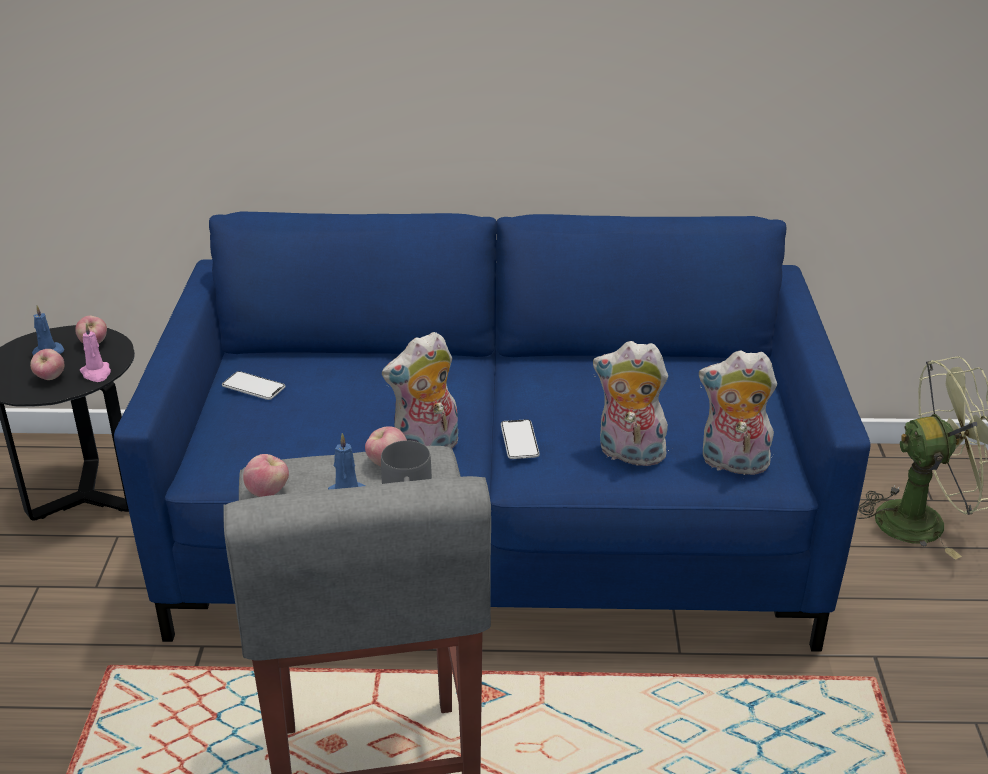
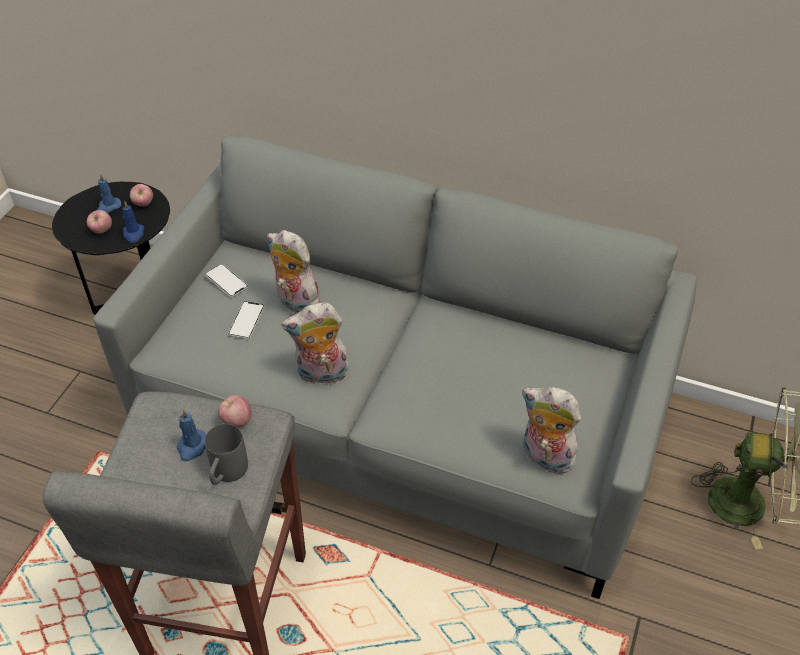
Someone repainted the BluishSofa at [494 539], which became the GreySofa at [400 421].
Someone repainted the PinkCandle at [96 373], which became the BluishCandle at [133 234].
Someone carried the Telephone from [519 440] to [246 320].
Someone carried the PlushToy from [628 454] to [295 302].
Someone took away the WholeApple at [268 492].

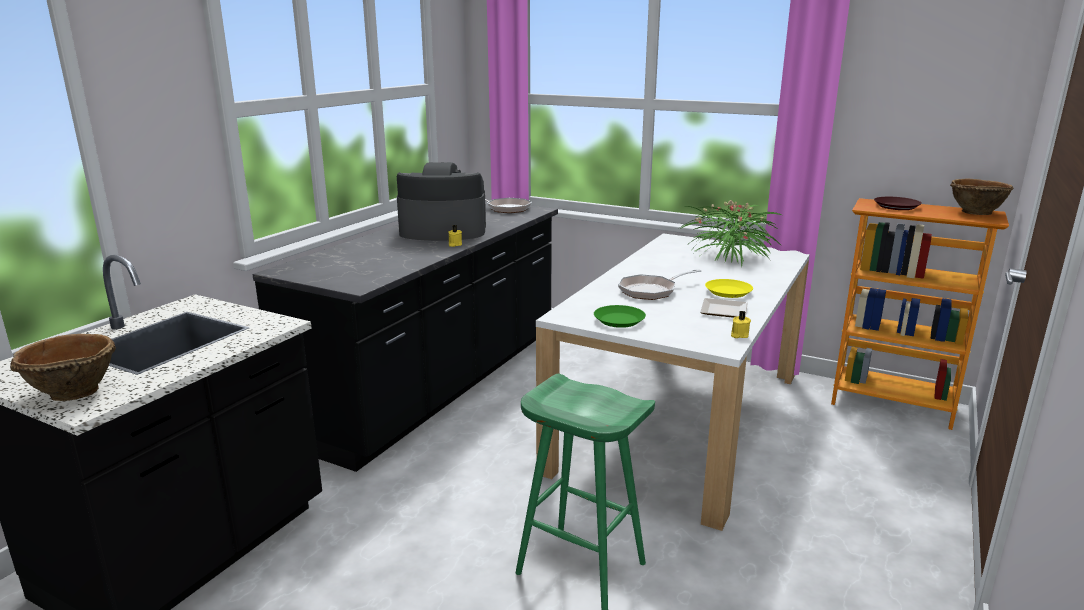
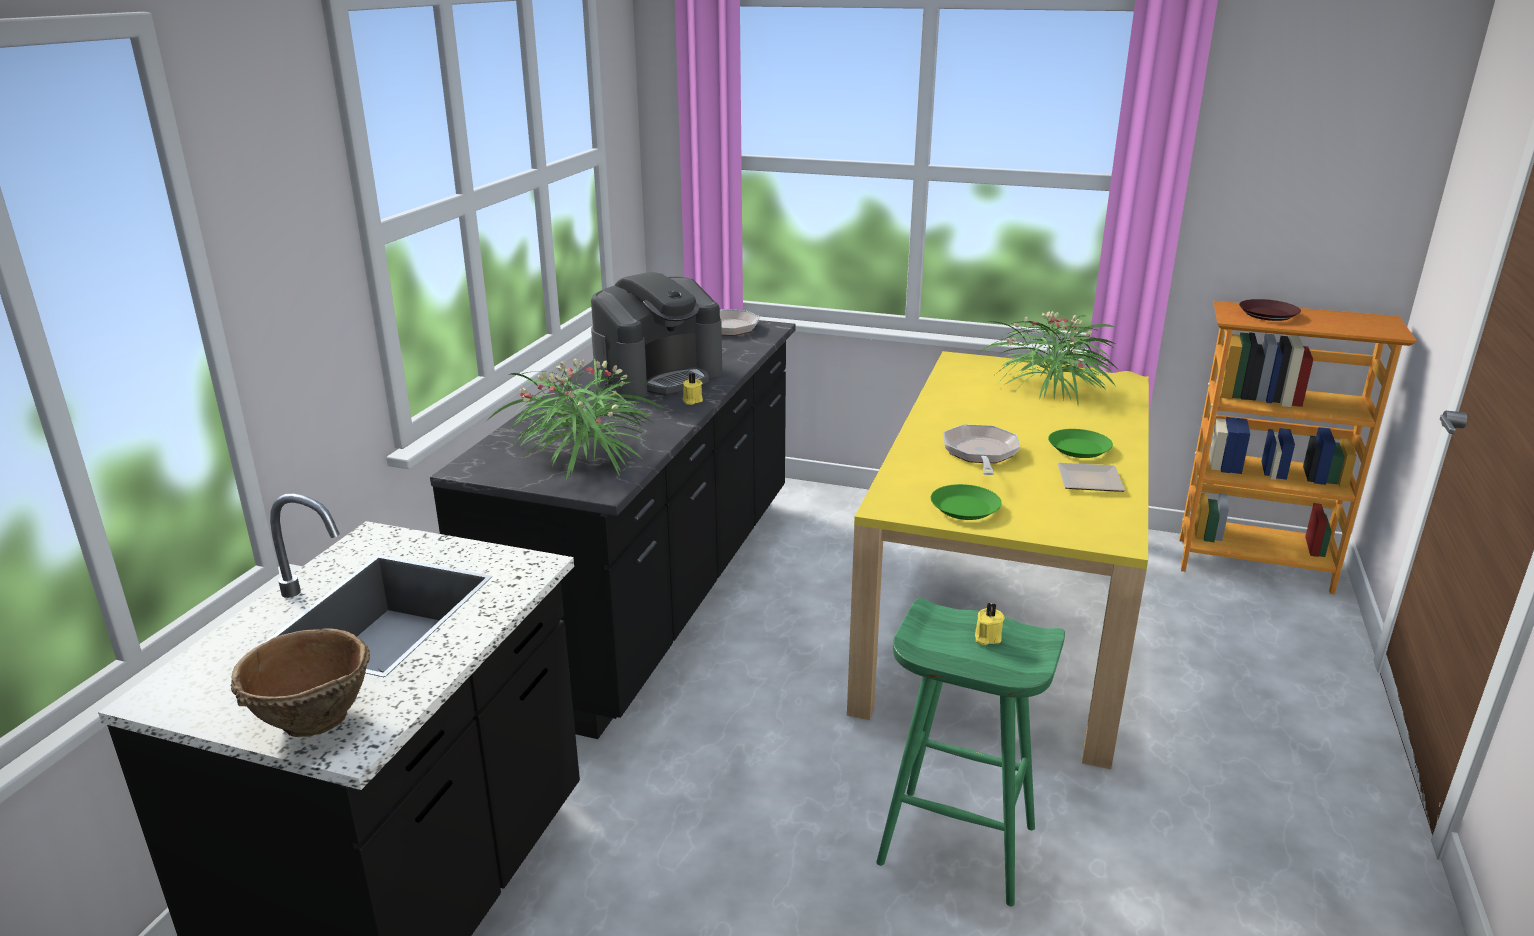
Someone put down the Houseplant at [584 453].
Someone rotated the CoffeeMaker at [442 231] by 150 degrees clockwise.
Someone repainted the WhiteColouredDinnerTable at [682 419], which became the YellowColouredDinnerTable at [1004 612].
Someone rotated the Pan at [651 291] by 135 degrees clockwise.
Someone carried the YellowColouredCandle from [739 335] to [986 637].
Someone repainted the YellowColouredDinnerPlate at [727 292], which became the GreenDinnerPlate at [1078 449].
Someone took away the BrownishDeepDish at [975 212].

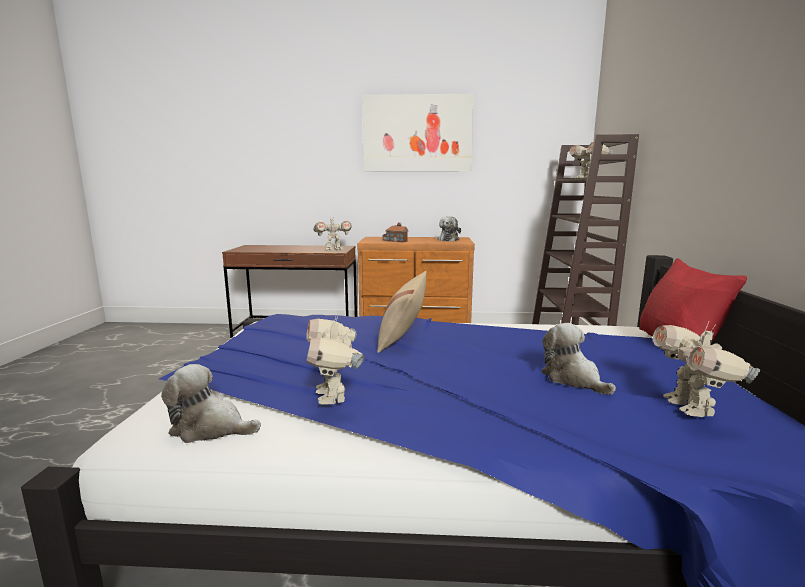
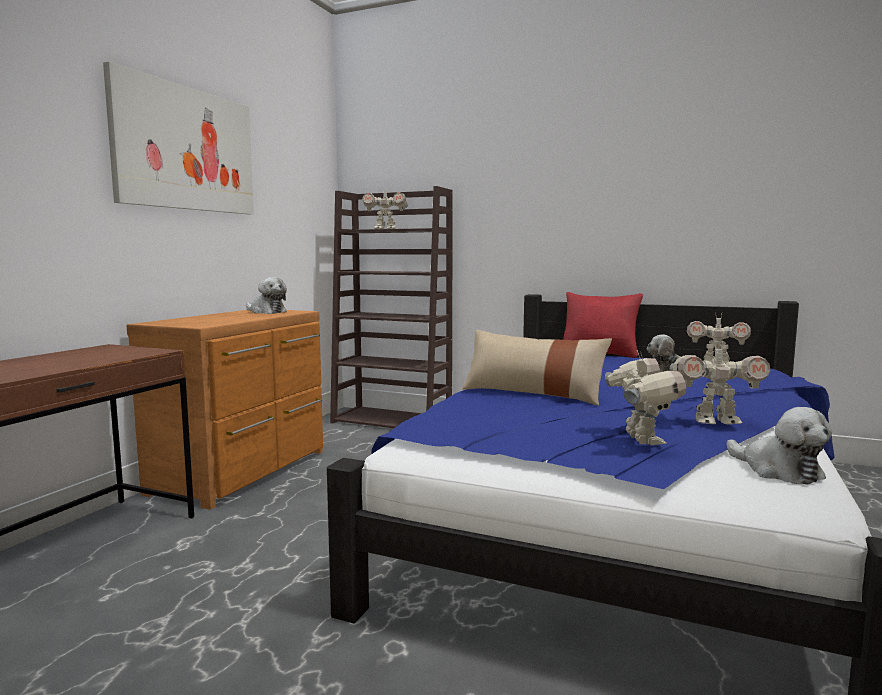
Someone carried the ToyRobot from [333 250] to [641 440].
Someone rotated the PlushToy at [210 428] by 60 degrees counterclockwise.
Someone took away the ModelHouse at [396 240].

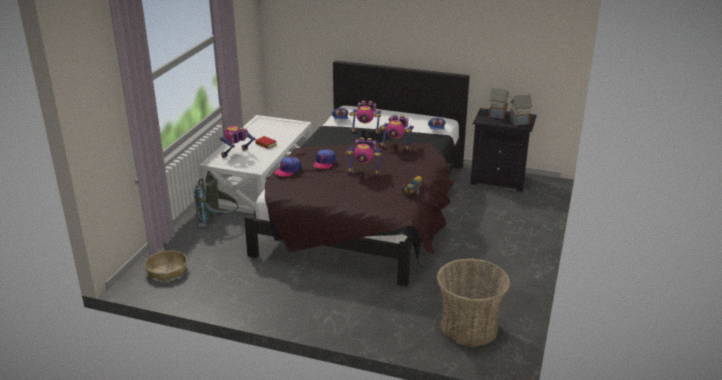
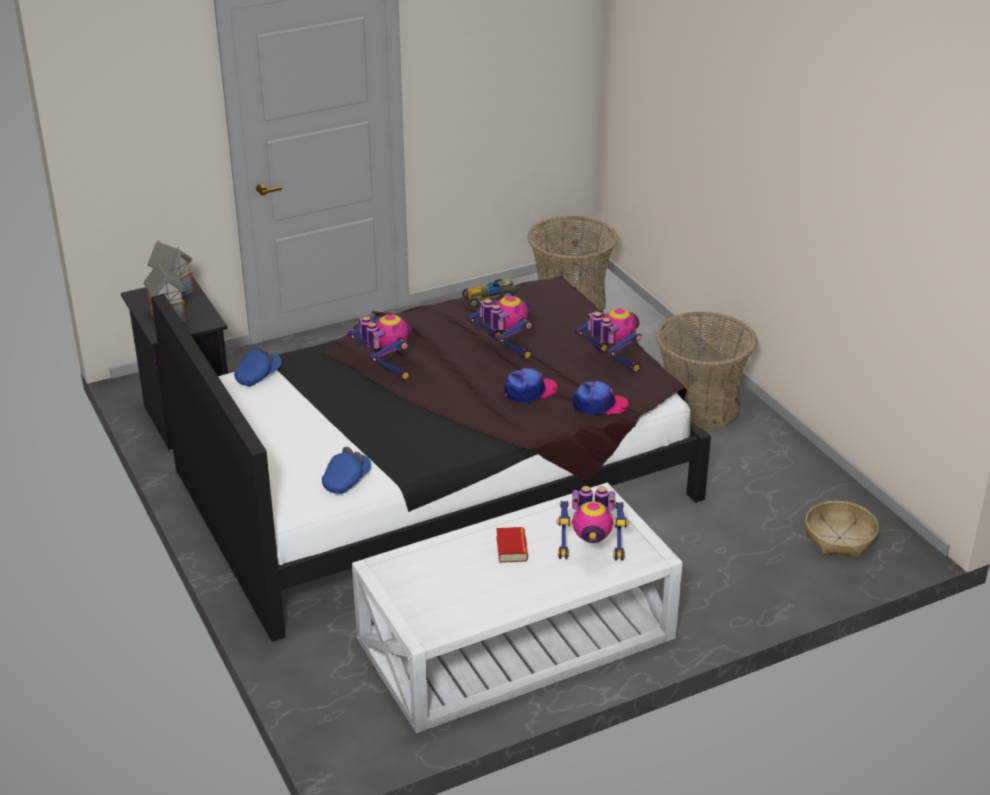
Someone carried the ToyRobot from [365 131] to [610 362].
Someone put down the Basket at [699 407].
Someone took away the GreyKnapsack at [220 222].

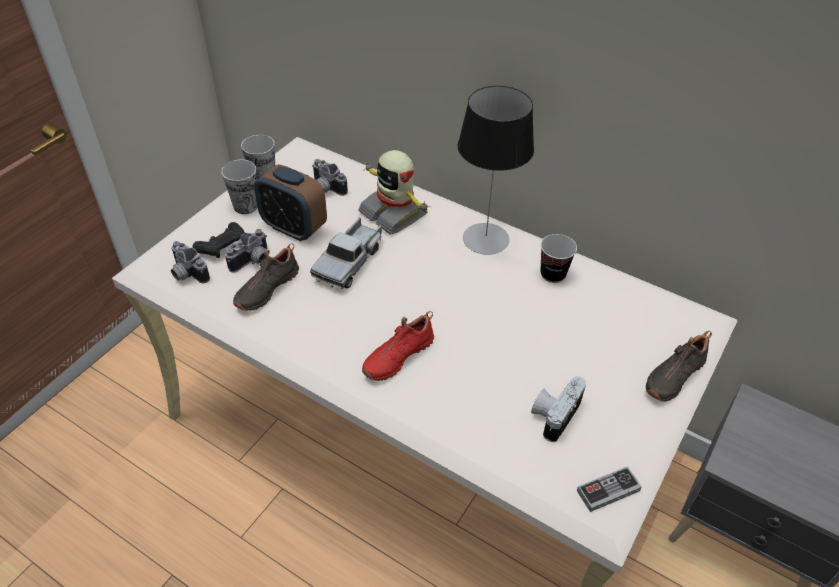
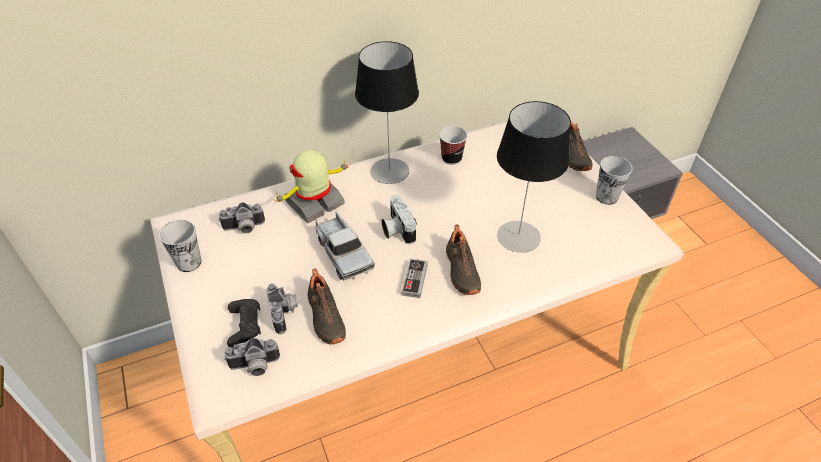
Someone rotated the ToyRobot at [394 213] by 150 degrees clockwise.
Someone carried the PhotoCamera from [554 414] to [396 229].
Someone carried the Joypad from [608 490] to [414 280].
Someone repainted the RedColouredItemOfFootwear at [397 355], which became the BlackColouredItemOfFootwear at [460 271].
Someone put down the TableLamp at [518 237].
Someone carried the DrinkingCup from [246 206] to [606 197].
Someone took away the AlarmClock at [294 228].

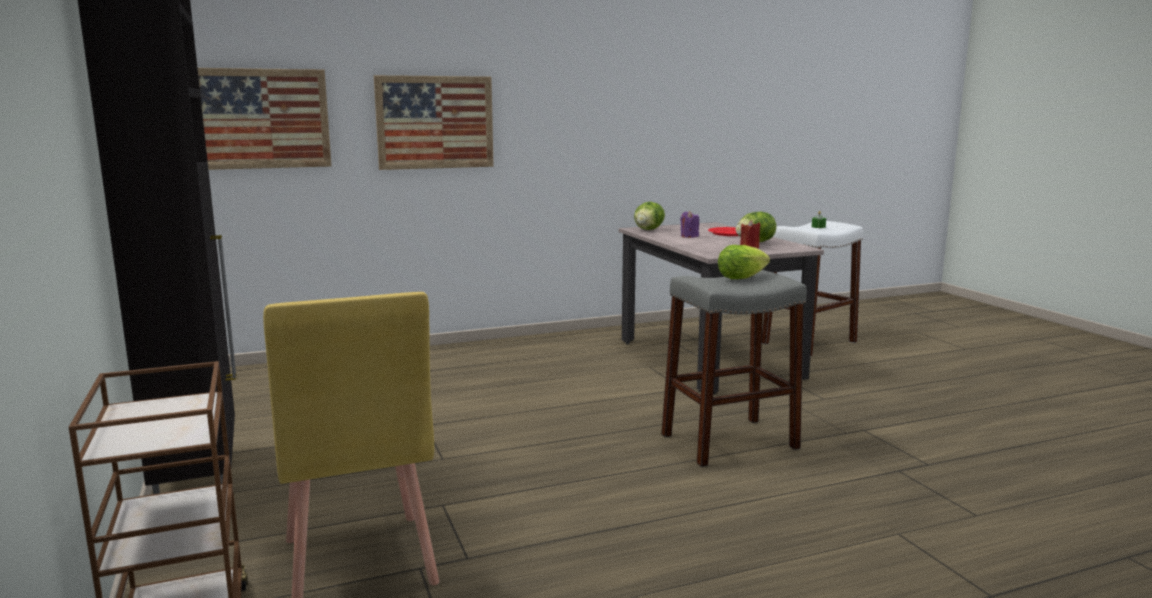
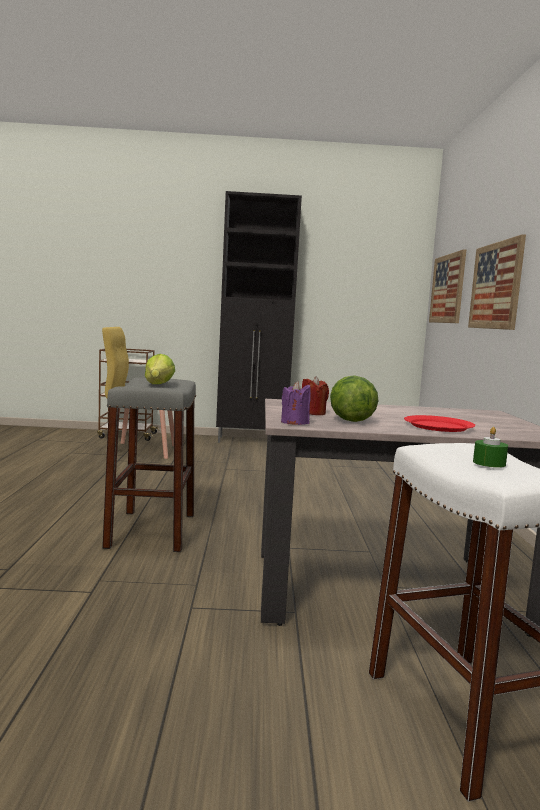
Someone carried the PurpleColouredCandle from [689 236] to [295 422].
Someone took away the HeadOfLettuce at [648 230].

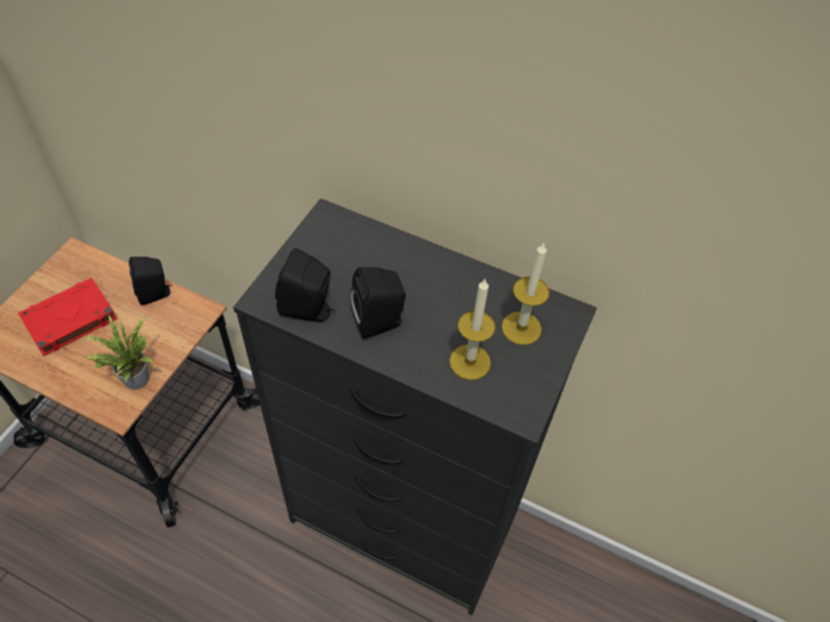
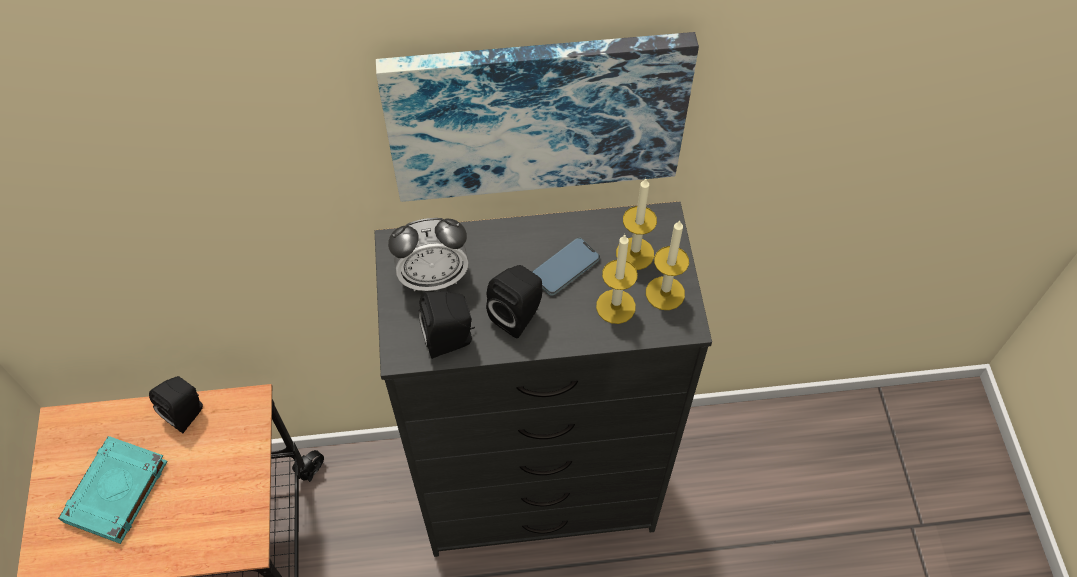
Someone repainted the RedColouredBook at [69 320], which became the TurquoiseColouredBook at [116 493].
Someone put up the WallPicture at [536 113].
Someone put down the AlarmClock at [433 277].
Someone put down the Telephone at [565 268].
Someone put down the Candle at [665 293].
Someone took away the Houseplant at [134 378].

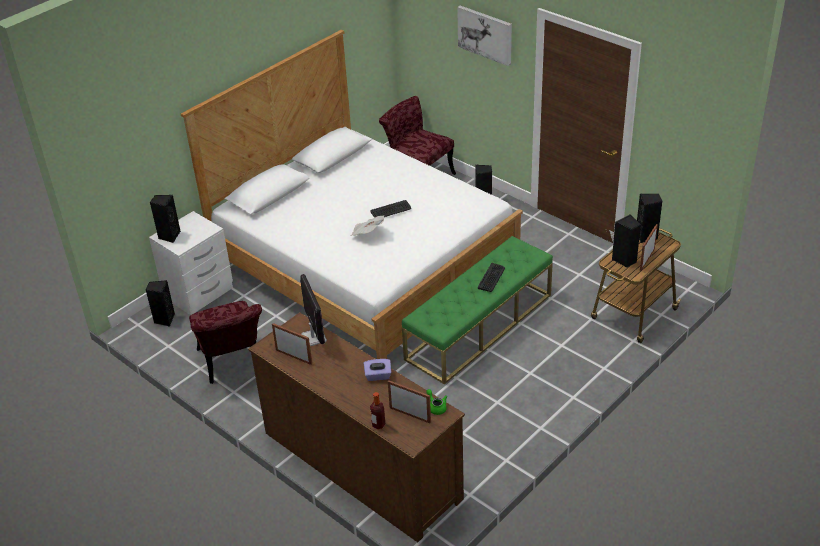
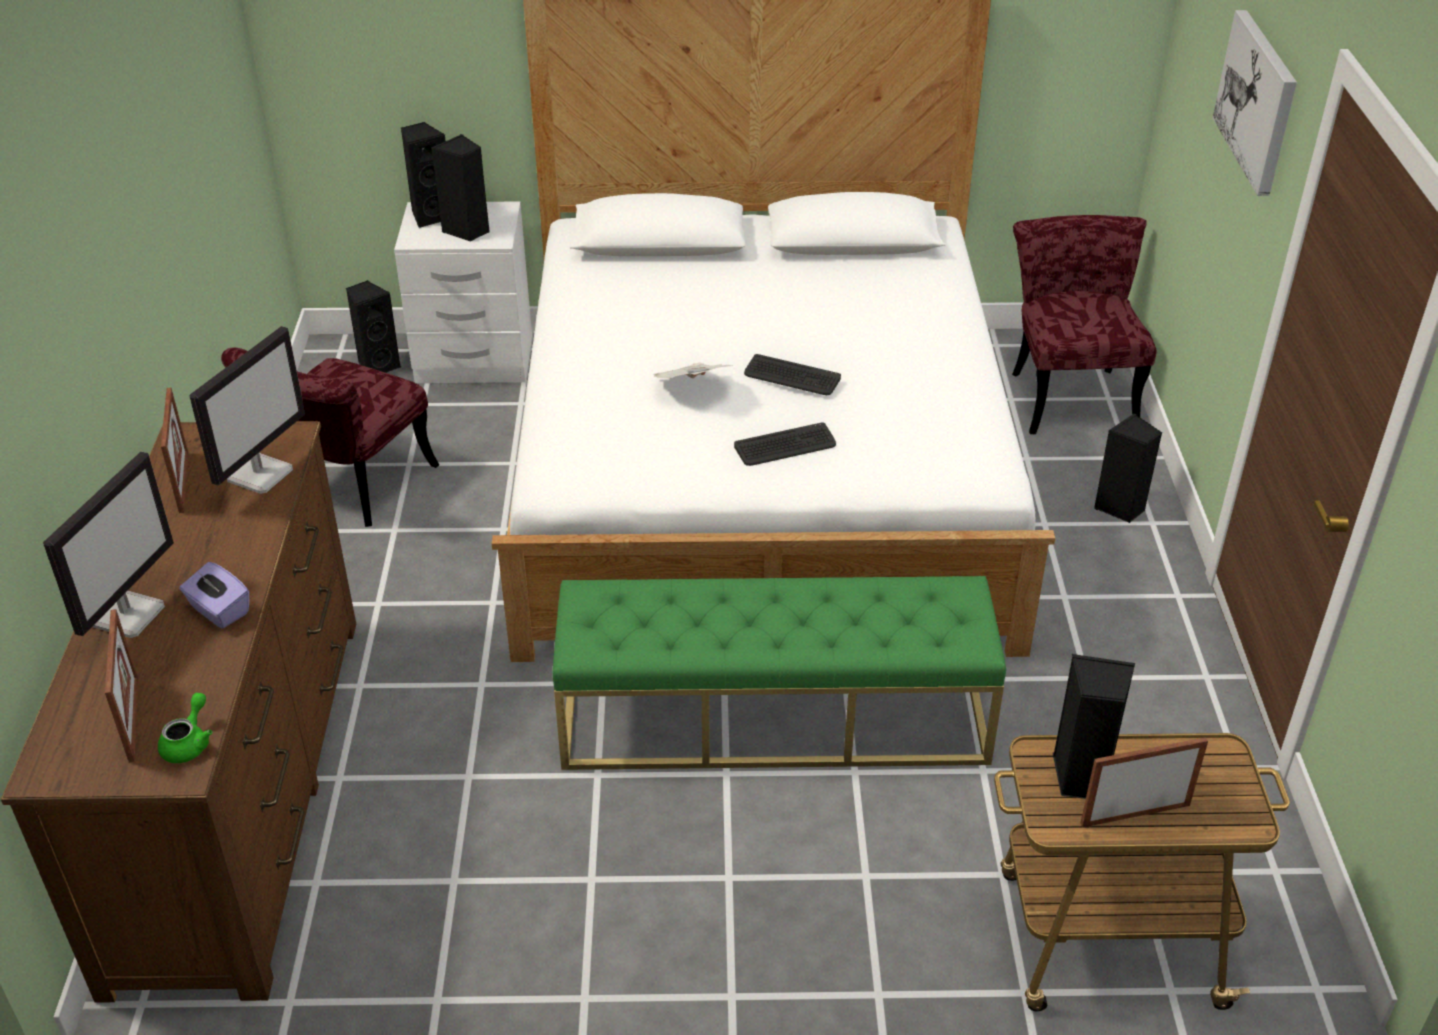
Someone put down the Monitor at [128 614].
Someone carried the BlackColouredAudioSpeaker from [646 236] to [467 231].
Someone carried the ComputerKeyboard from [491 278] to [785 446].
Someone took away the BeverageBottle at [378 424].

